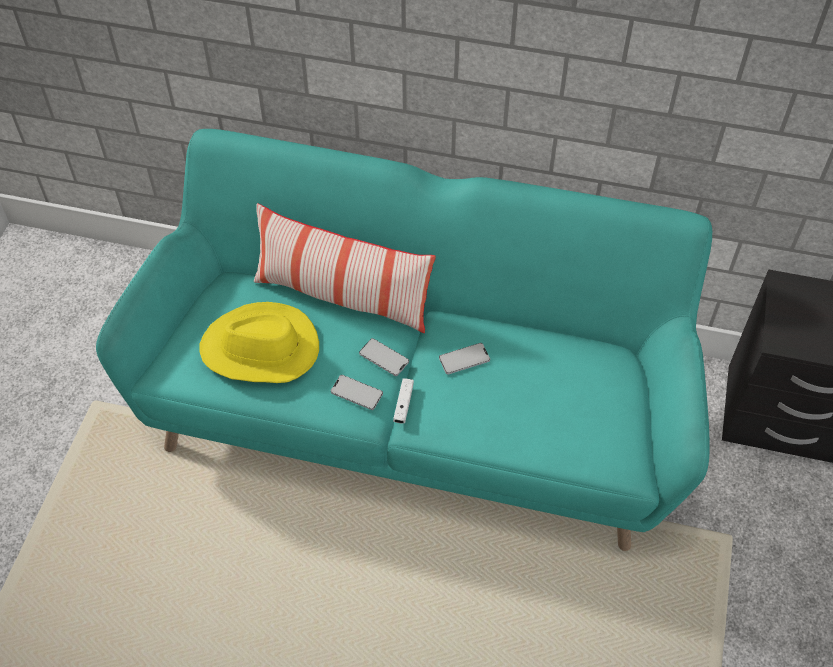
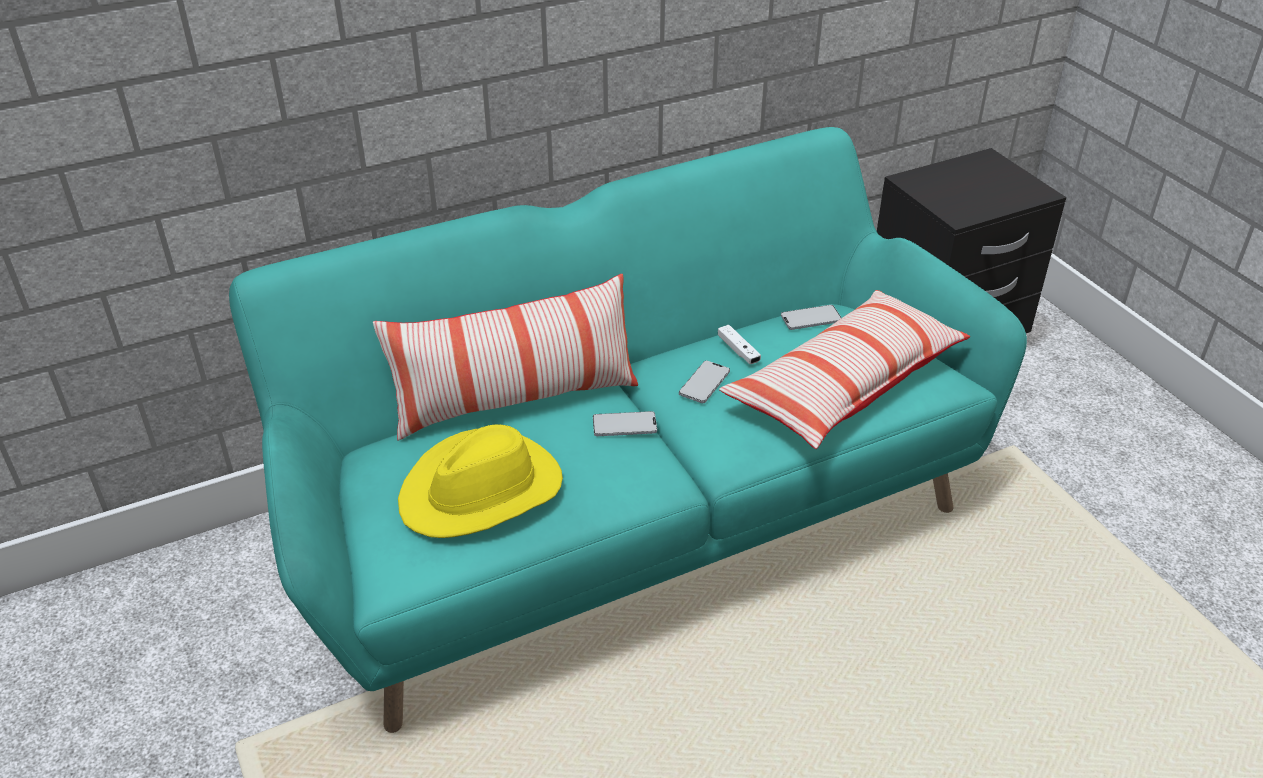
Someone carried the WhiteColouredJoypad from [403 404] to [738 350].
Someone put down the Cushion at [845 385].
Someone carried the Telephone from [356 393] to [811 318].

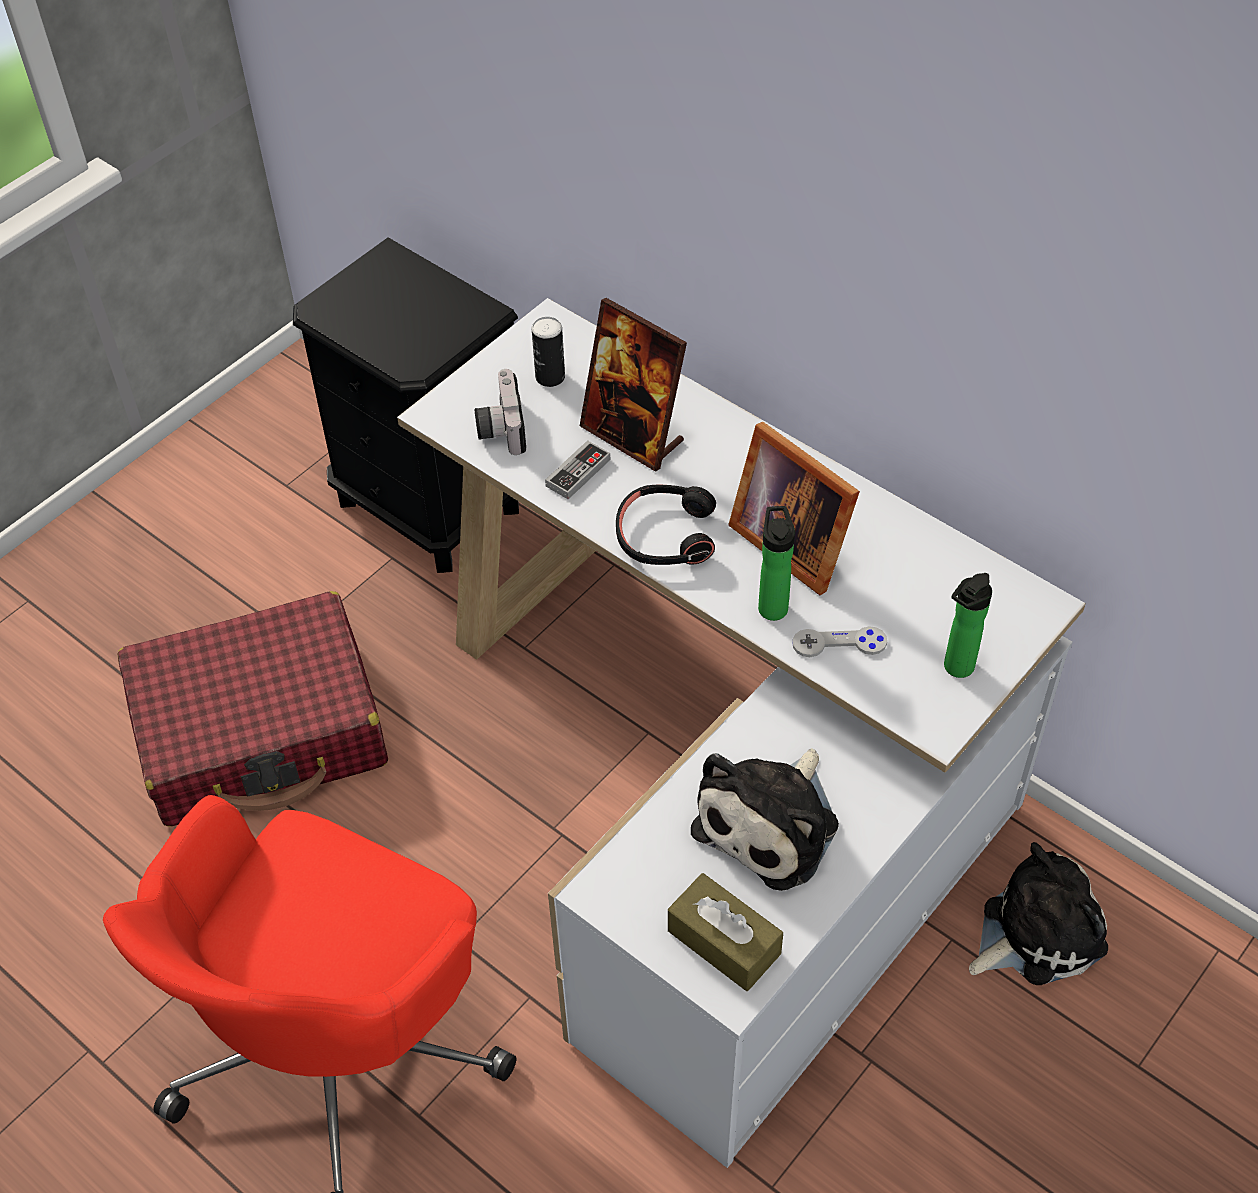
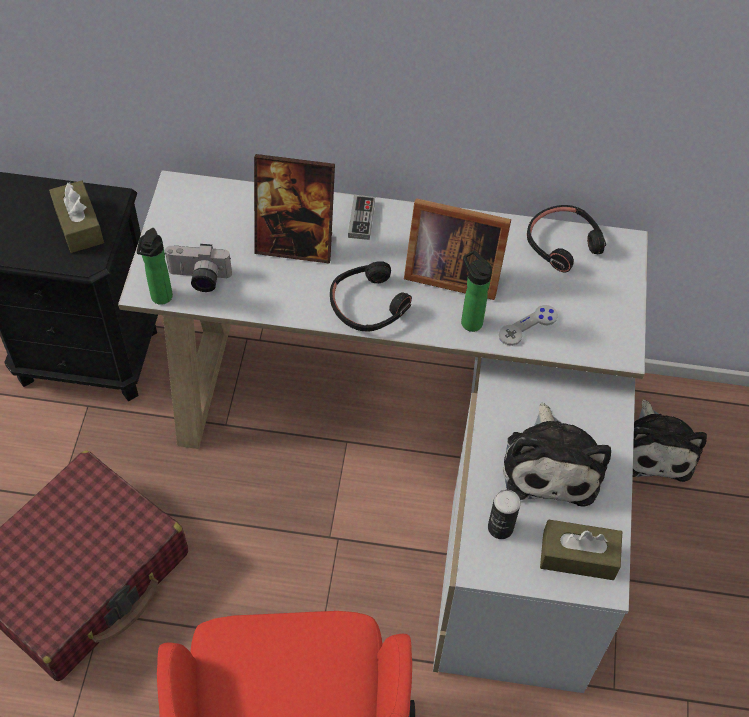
Someone put down the BrownishTissueBox at [79 225].
Someone carried the BeverageBottle from [955 669] to [160 299].
Someone rotated the PhotoCamera at [499 427] by 45 degrees counterclockwise.
Someone carried the Joypad from [578 473] to [361 219].
Someone carried the Can from [550 377] to [500 527].
Someone put down the BlackColouredHeadset at [563 243].
Someone rotated the PlushToy at [1036 932] by 150 degrees clockwise.

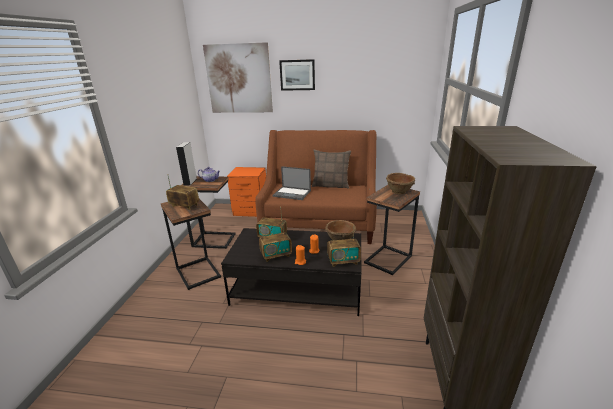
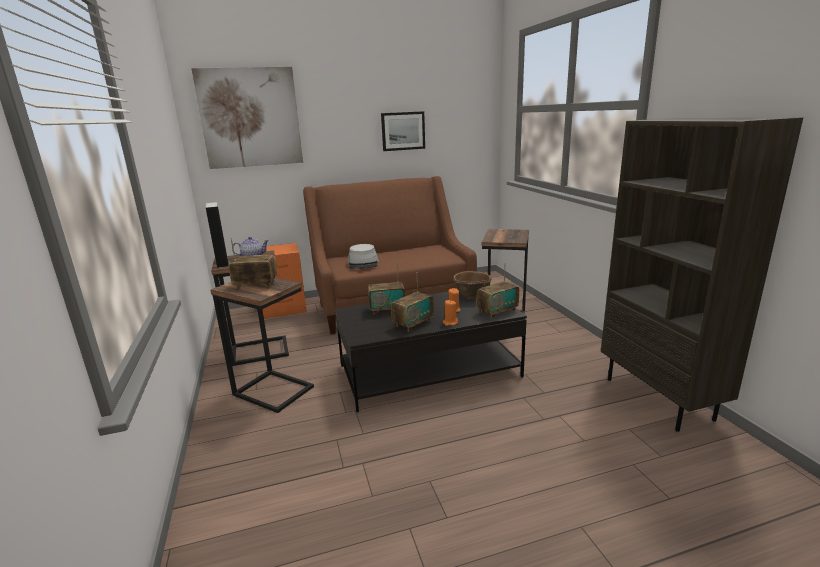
Someone swapped the NotebookComputer at [292 193] for the GreyWearableHat at [363 263].
Someone carried the WallPicture from [297 75] to [403 131].
Someone took away the Cushion at [331 185].
Someone took away the BrownishDeepDish at [399 192].

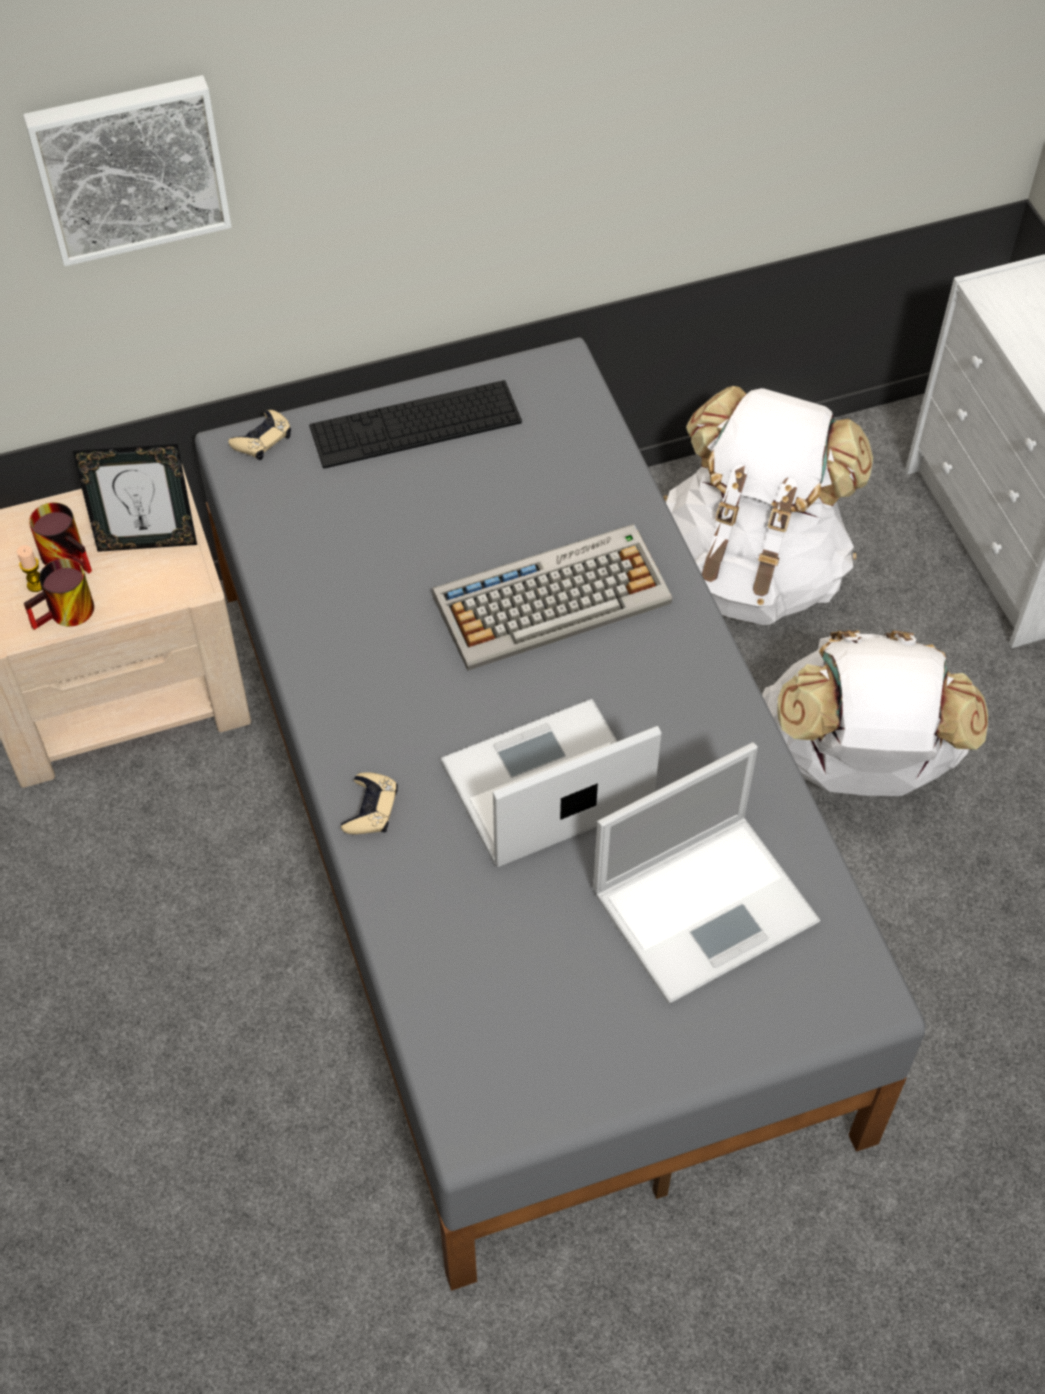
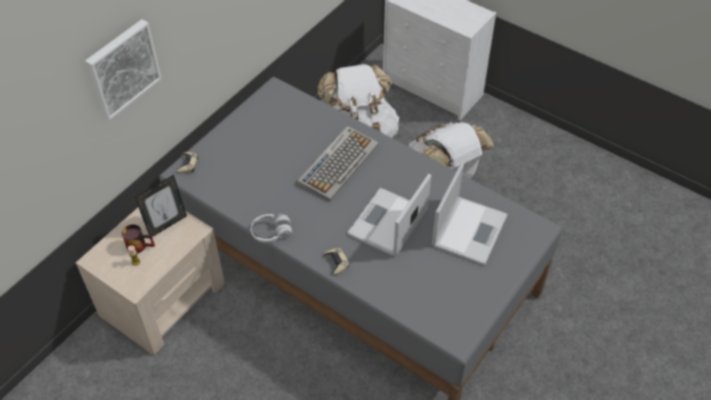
Someone put down the WhiteColouredHeadset at [271 232].
Someone took away the CoffeeMug at [67 615].
Someone took away the ComputerKeyboard at [415 424].

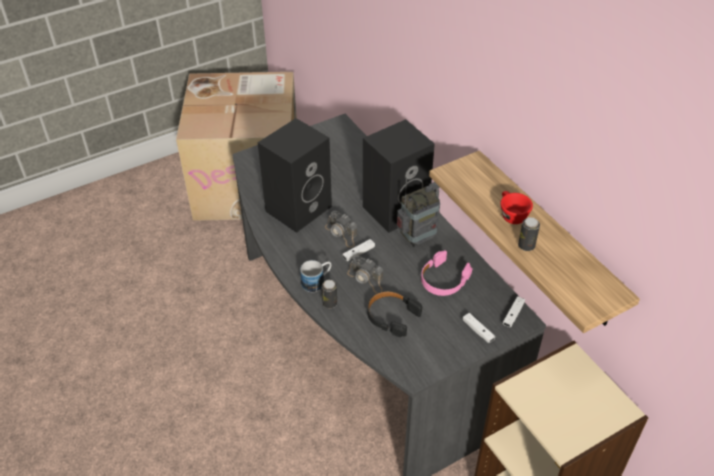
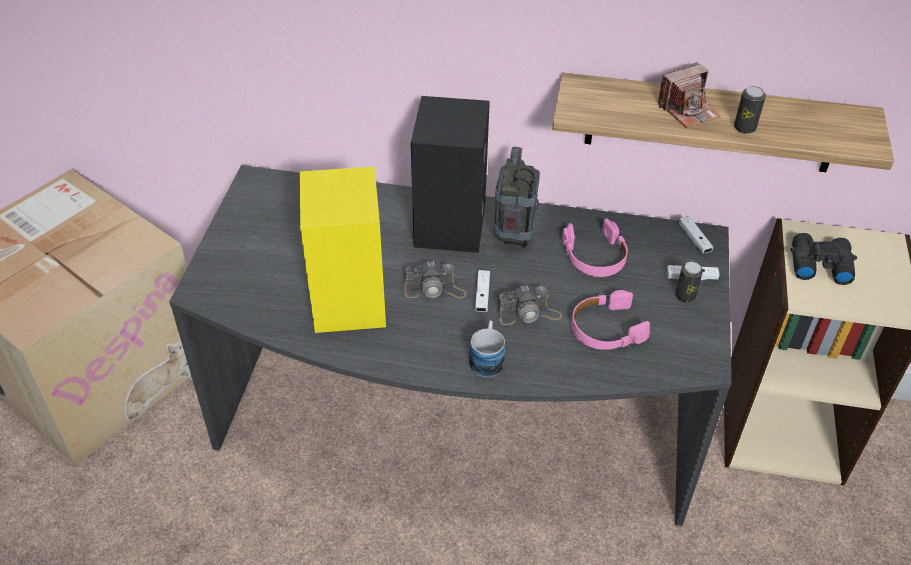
Someone repainted the BlackColouredAudioSpeaker at [298 207], which became the YellowColouredAudioSpeaker at [346 299].
Someone repainted the BlackColouredHeadset at [391 316], which became the PinkHeadset at [606 329].
Someone swapped the RedColouredDrinkingCup at [511 214] for the PhotoCamera at [688 110].
Someone carried the Can from [329 303] to [685 296].
Someone put down the BlackColouredBinoculars at [818 264].

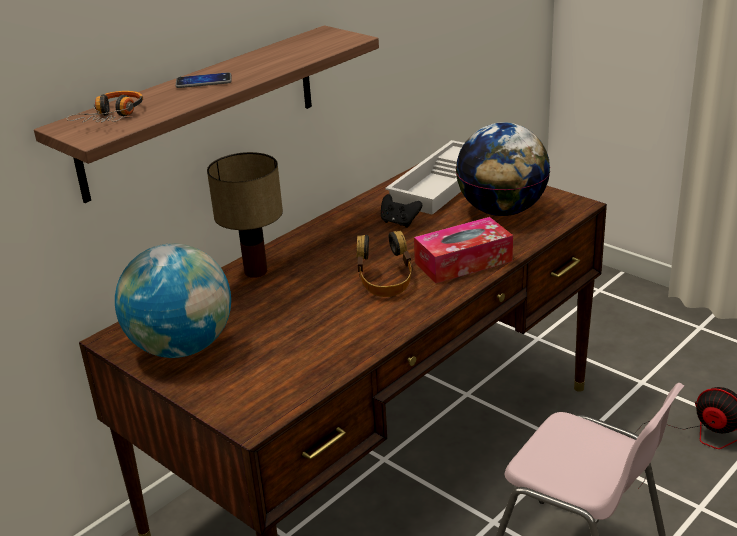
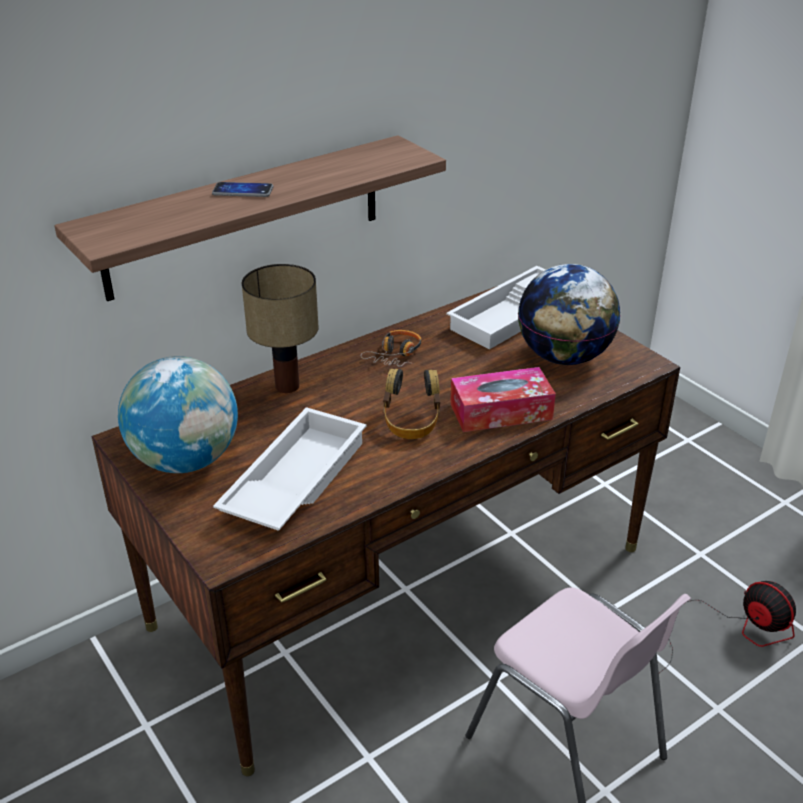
Someone put down the WhiteColouredTray at [293 479].
Someone carried the Headset from [113 117] to [396 355].
Someone took away the BlackColouredJoypad at [399 222].

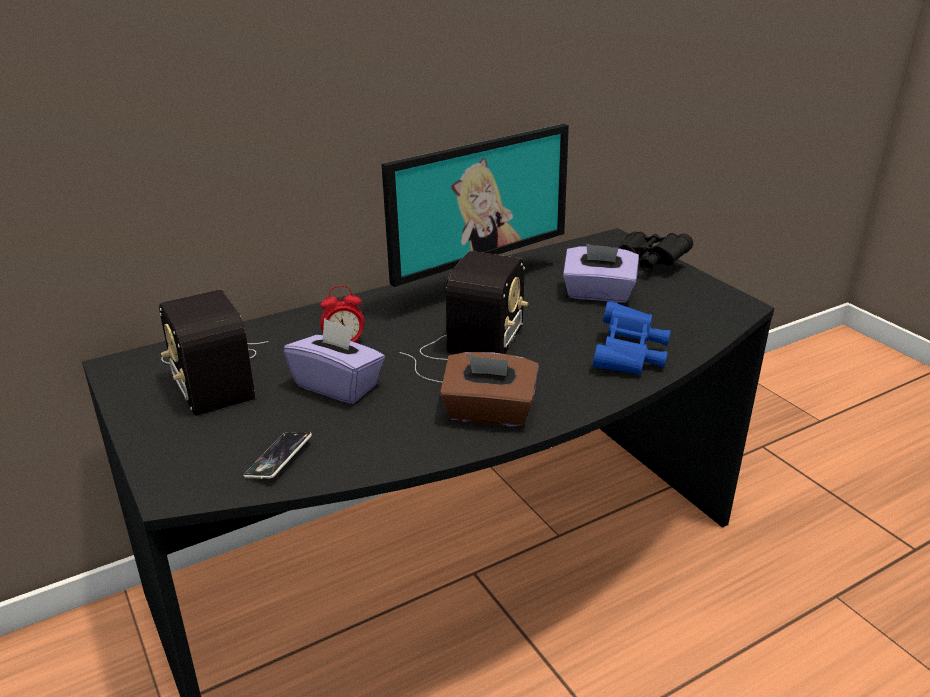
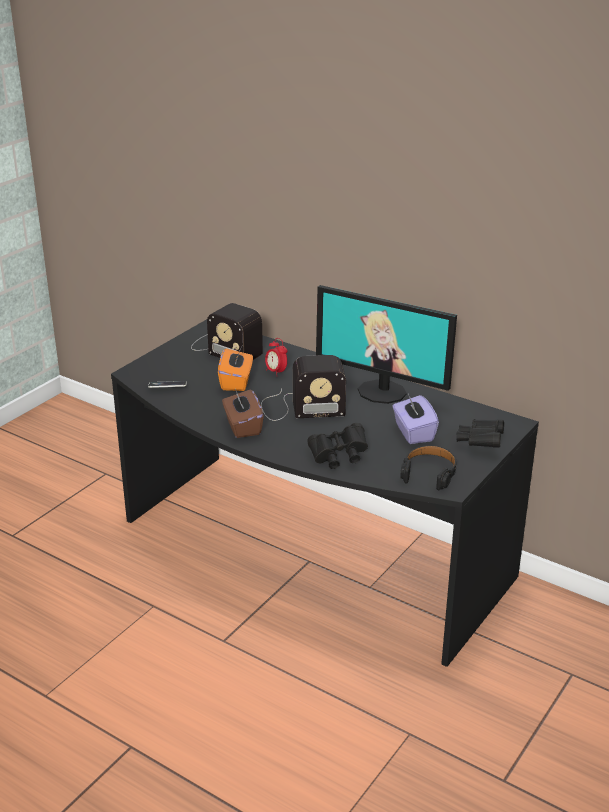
Someone rotated the RadioReceiver at [211 370] by 90 degrees counterclockwise.
Someone repainted the PurpleColouredTissueBox at [338 385], which became the OrangeyTissueBox at [236 382].
Someone repainted the BluishBinoculars at [629 356], which became the BlackColouredBinoculars at [338 457].
Someone put down the BlackColouredHeadset at [429 472].

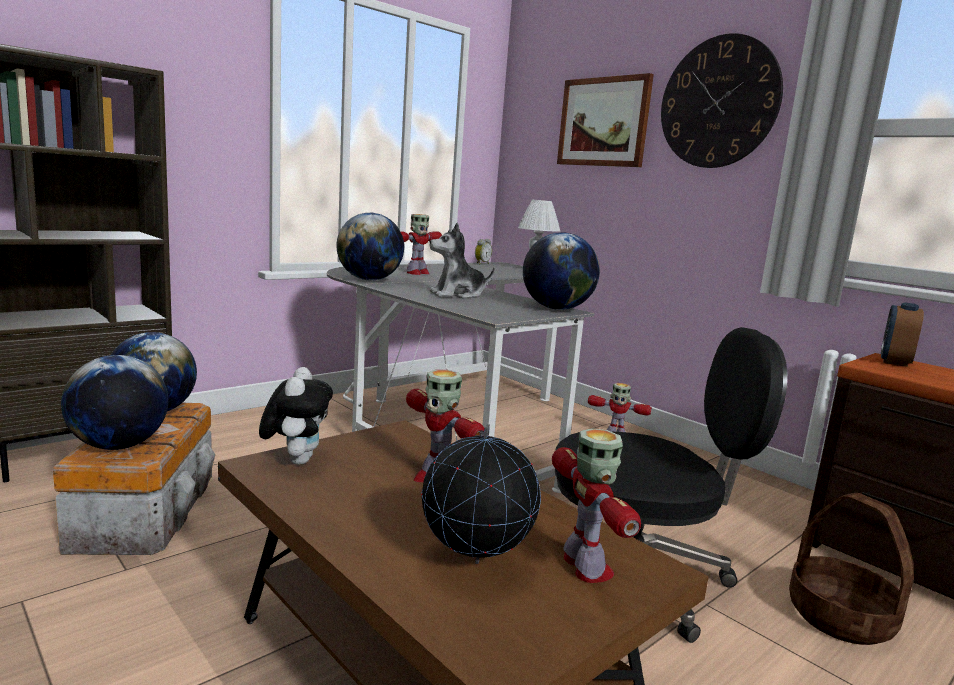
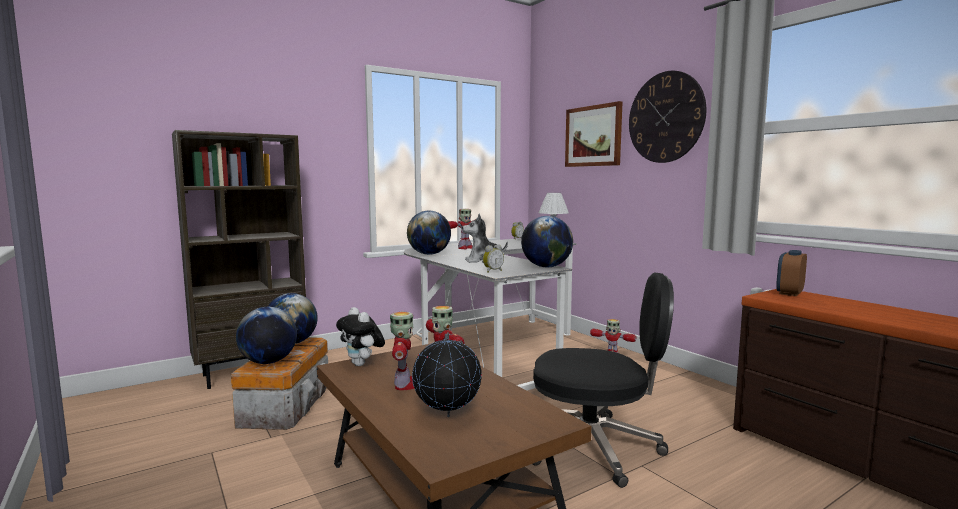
Someone rotated the PlushToy at [296 460] by 135 degrees clockwise.
Someone carried the ToyRobot from [586 567] to [404 385].
Someone put down the AlarmClock at [492 271].
Someone took away the Basket at [841 618].

